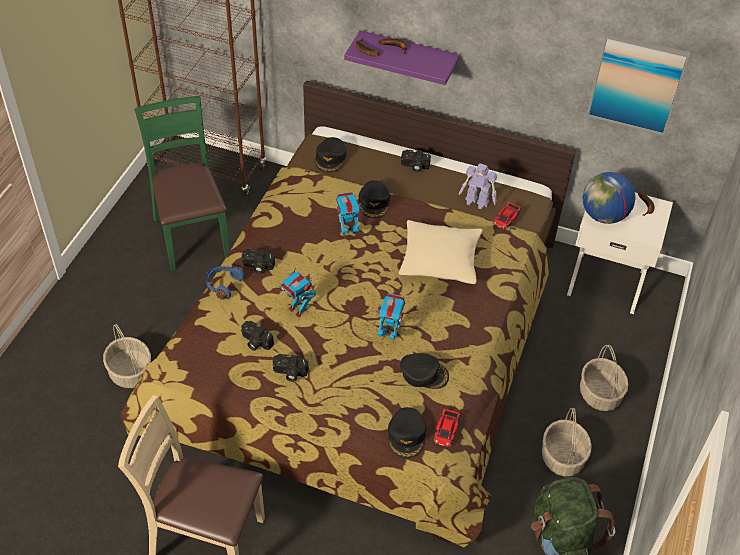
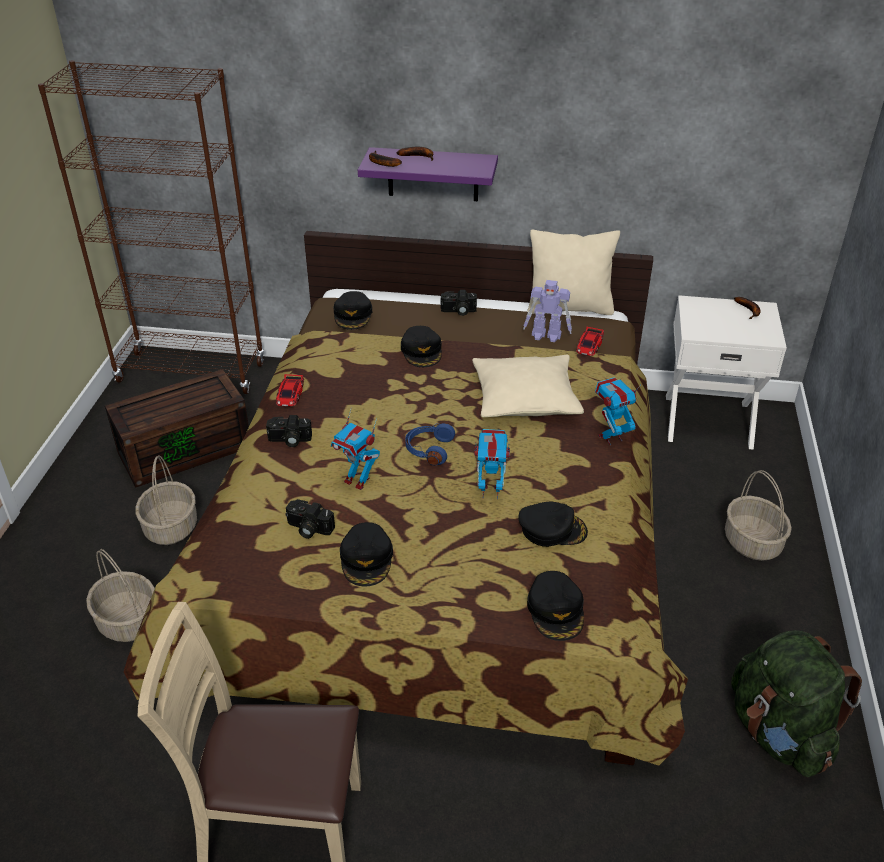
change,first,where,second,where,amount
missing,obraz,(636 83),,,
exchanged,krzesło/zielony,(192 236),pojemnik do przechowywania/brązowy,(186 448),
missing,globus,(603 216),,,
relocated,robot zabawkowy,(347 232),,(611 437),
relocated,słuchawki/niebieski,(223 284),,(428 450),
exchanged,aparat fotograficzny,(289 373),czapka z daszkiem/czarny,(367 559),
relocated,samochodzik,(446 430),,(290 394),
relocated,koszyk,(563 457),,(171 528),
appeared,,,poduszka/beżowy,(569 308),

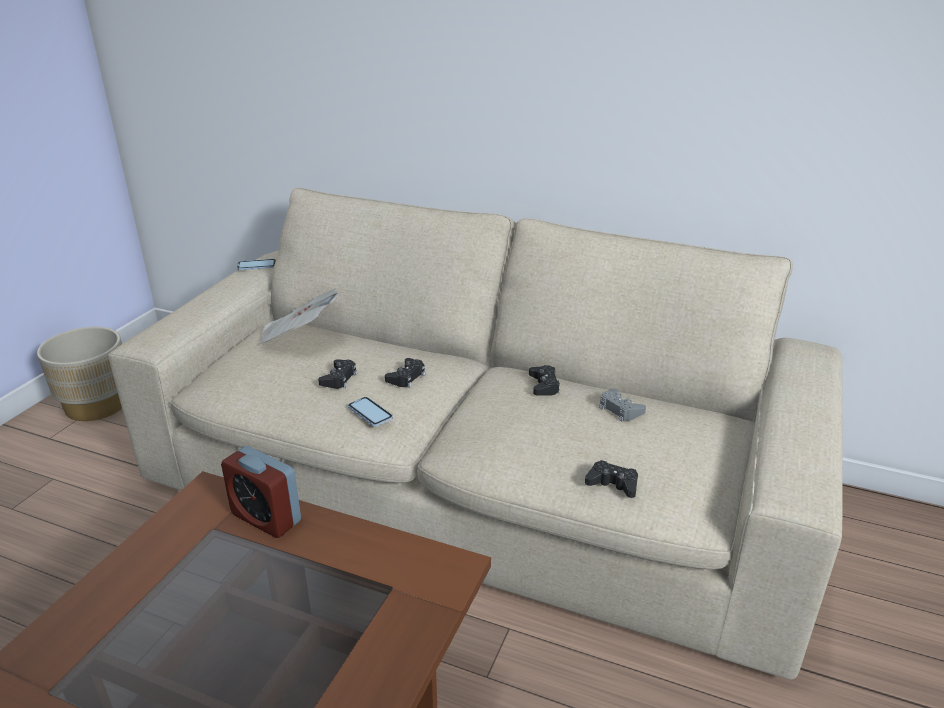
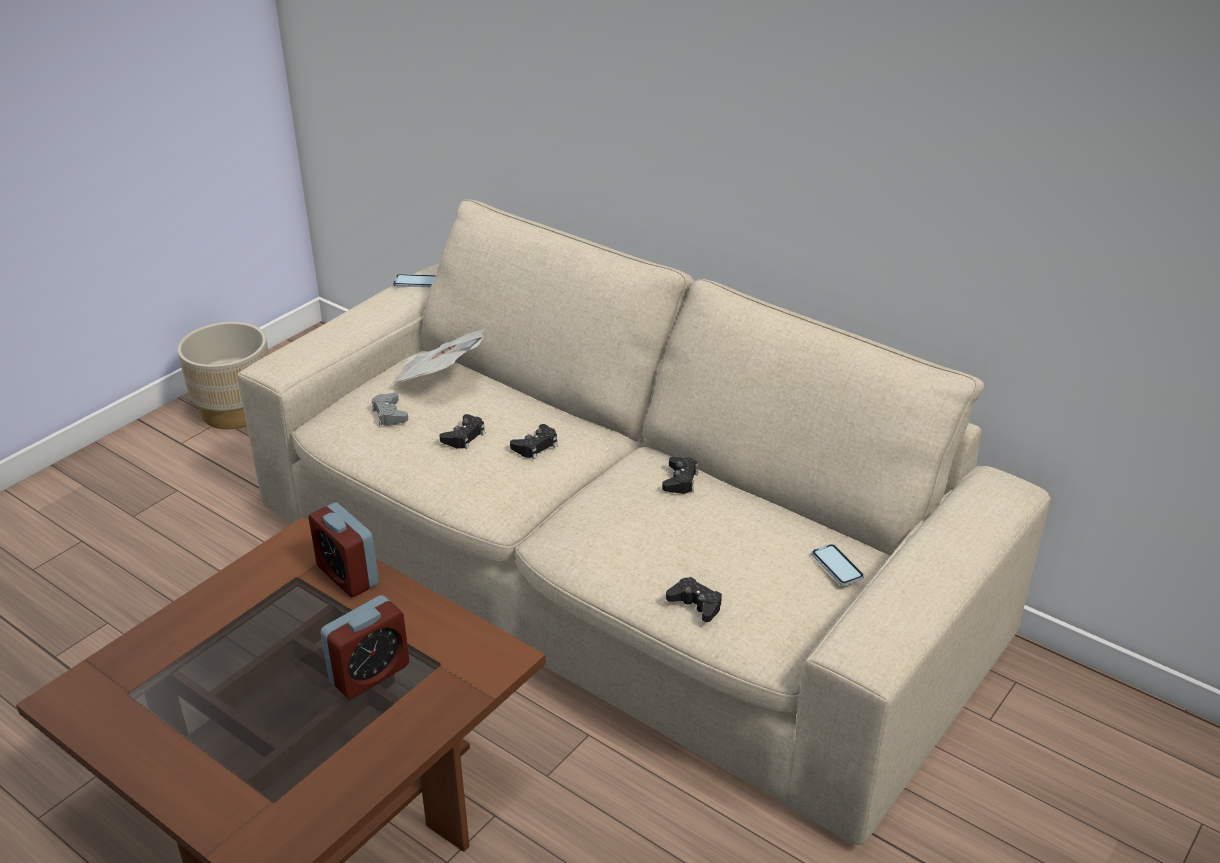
change,first,where,second,where,amount
relocated,pad do gier/szary,(620 409),,(389 414),
relocated,telefon,(370 413),,(837 566),
appeared,,,budzik,(369 673),

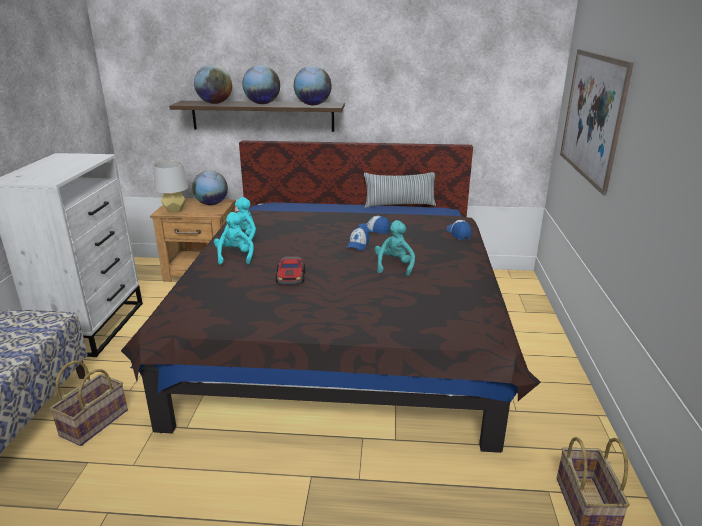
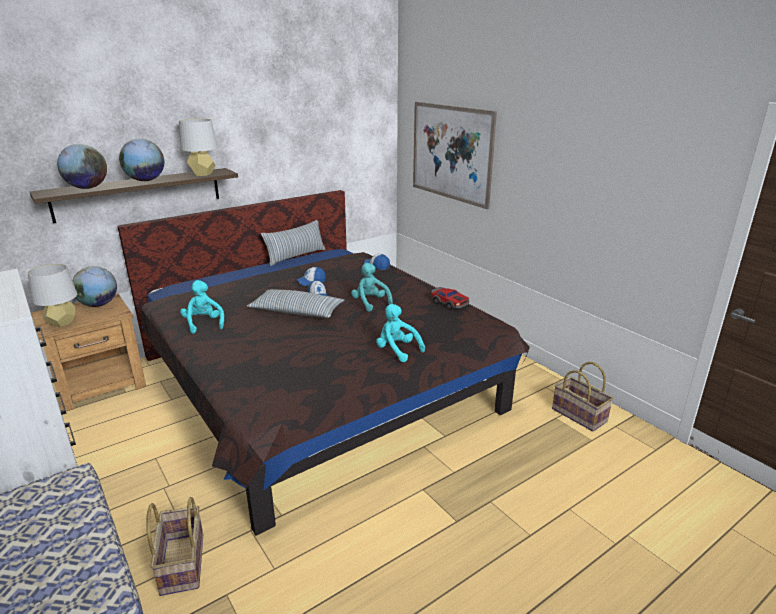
change,first,where,second,where,amount
exchanged,globus,(313 105),lampa stołowa/szary,(202 174),
relocated,pluszak/turkusowy,(235 256),,(397 350),
relocated,samochodzik,(291 277),,(449 303),
appeared,,,poduszka,(297 312),

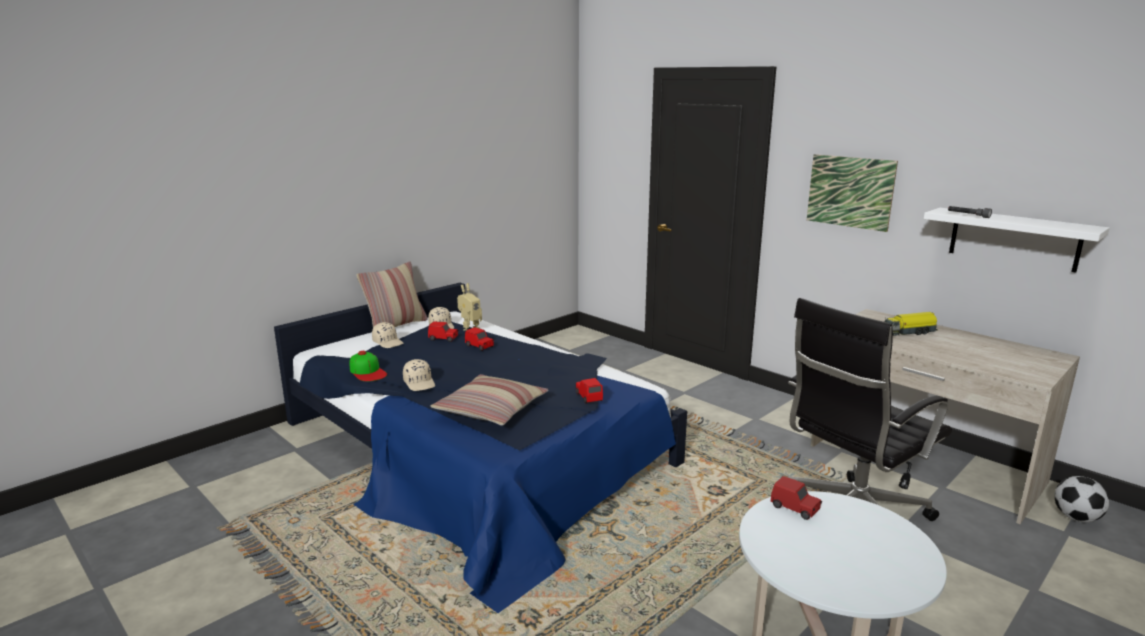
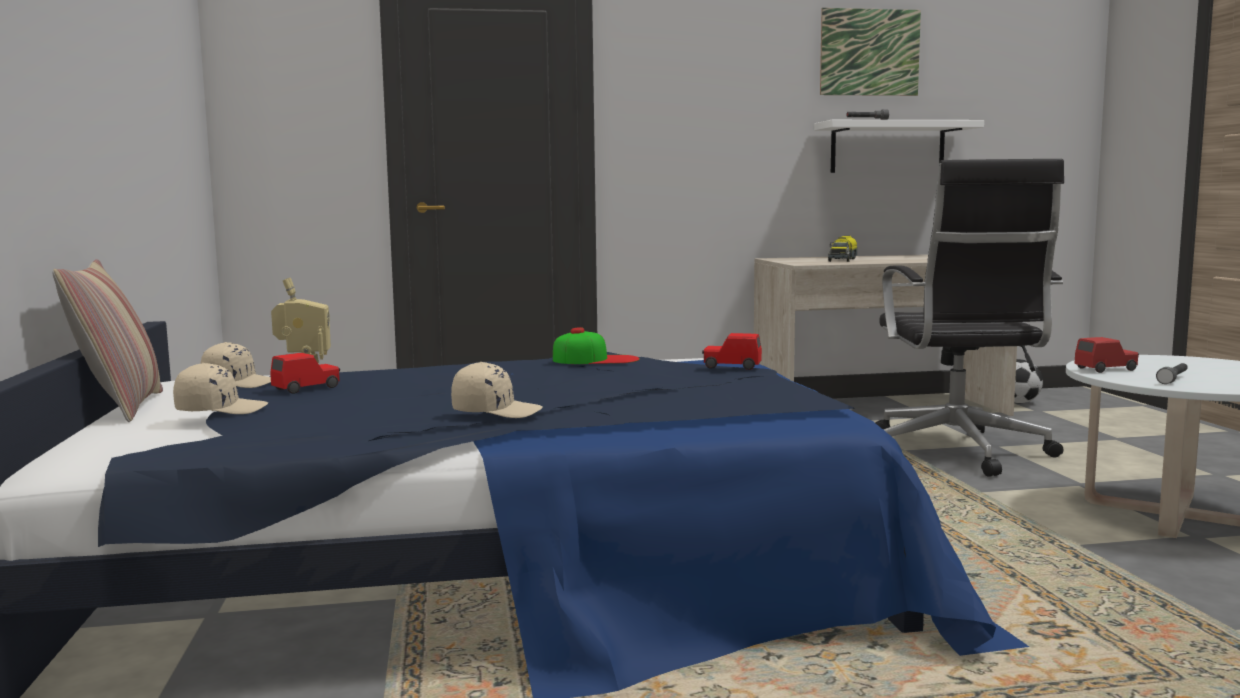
change,first,where,second,where,amount
relocated,obraz,(850 192),,(869 52),
missing,samochodzik/czerwony,(479 346),,,
relocated,czapka z daszkiem,(368 372),,(596 359),
missing,poduszka,(491 410),,,
appeared,,,latarka/szary,(1173 379),

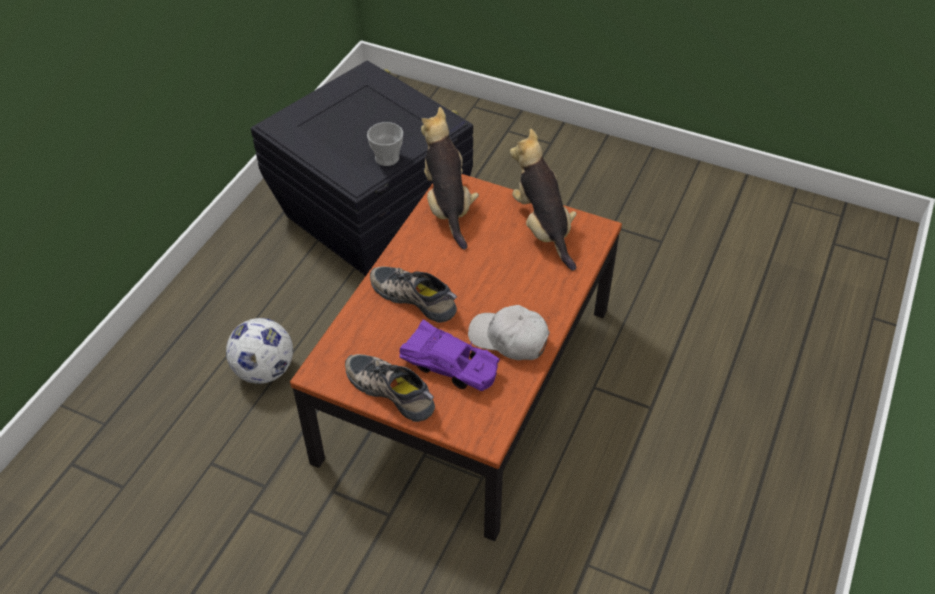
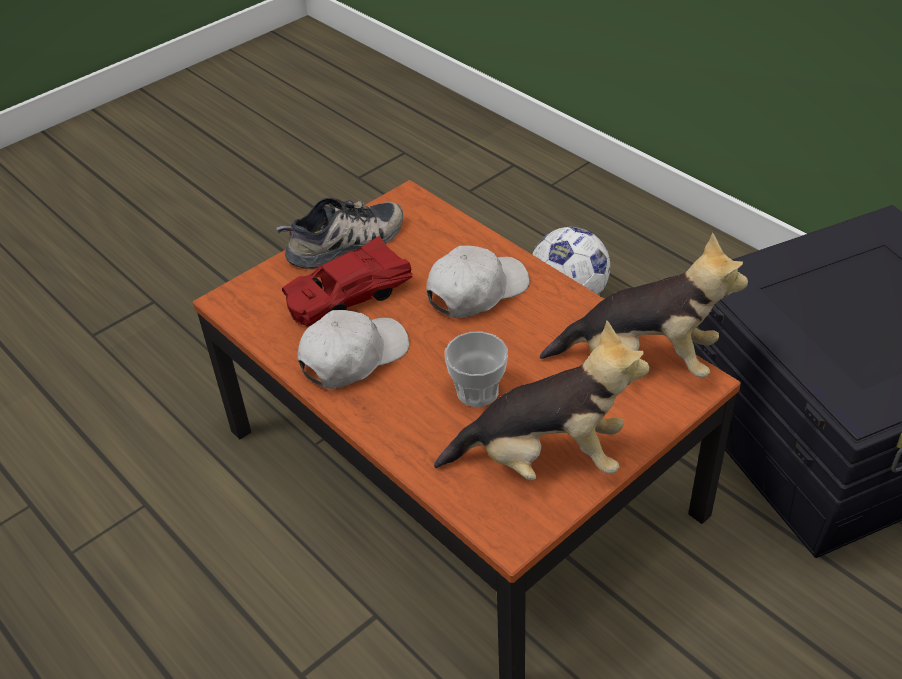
change,first,where,second,where,amount
relocated,filiżanka,(387 158),,(477 392),
exchanged,but,(415 297),czapka z daszkiem/biały,(476 291),
colour,samochodzik/fioletowy,(450 366),samochodzik/czerwony,(348 295),

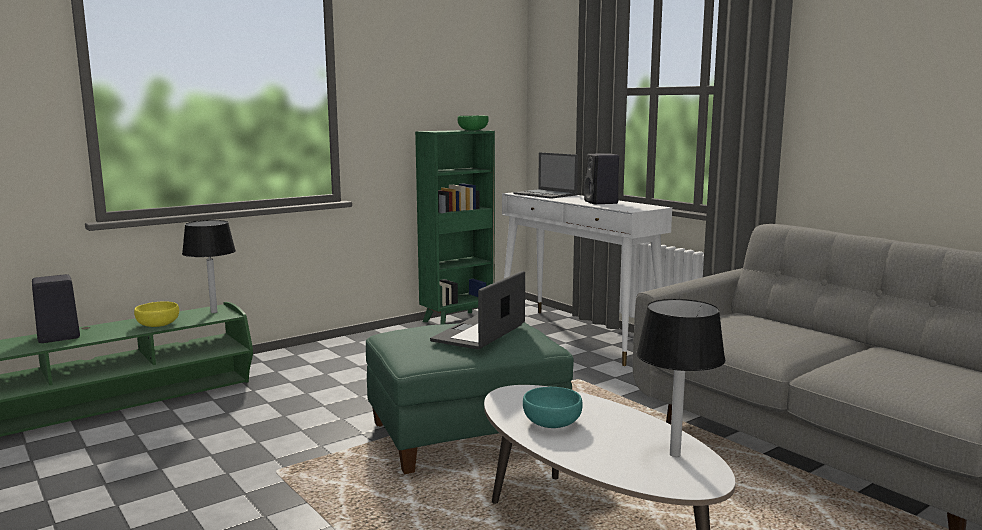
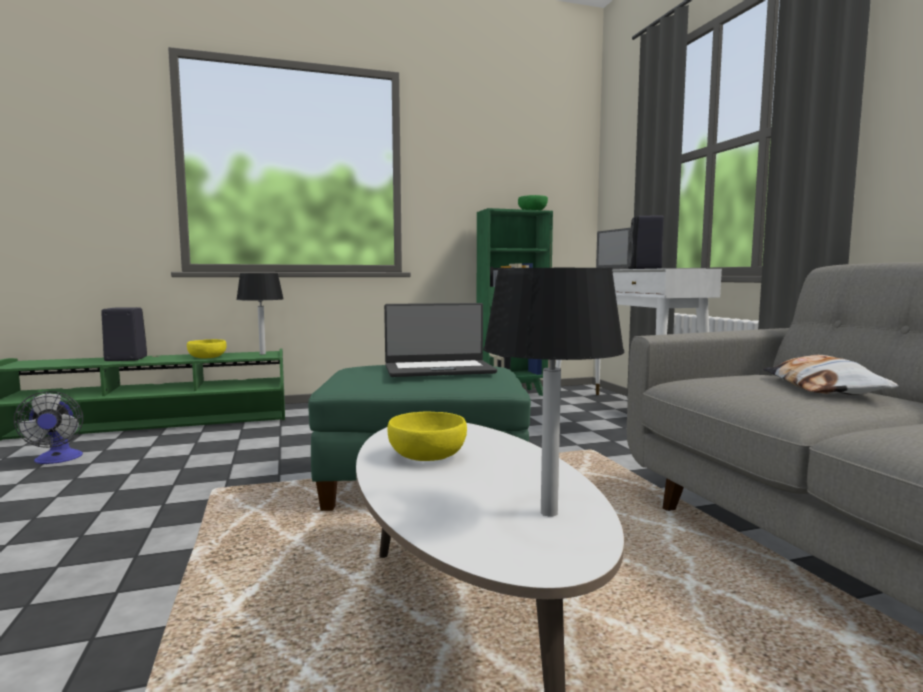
change,first,where,second,where,amount
spun,laptop,(480 333),,(438 369),150 degrees counterclockwise
colour,miska/turkusowy,(551 422),miska/żółty,(426 455),
appeared,,,poduszka,(823 388),
appeared,,,wentylator,(57 459),

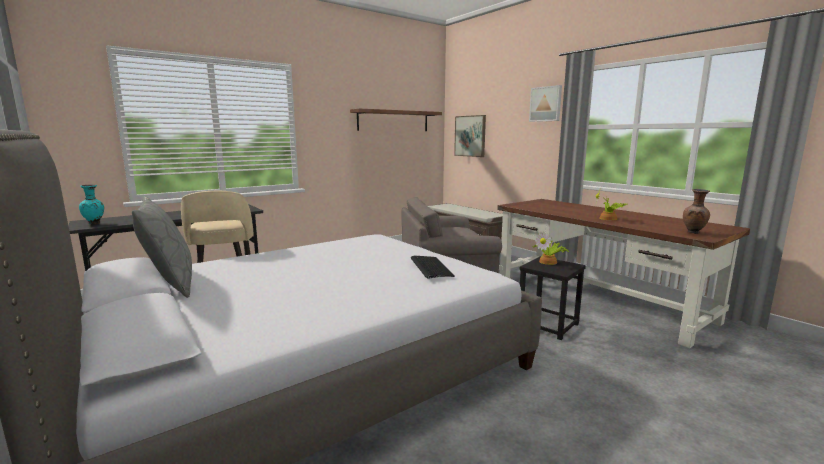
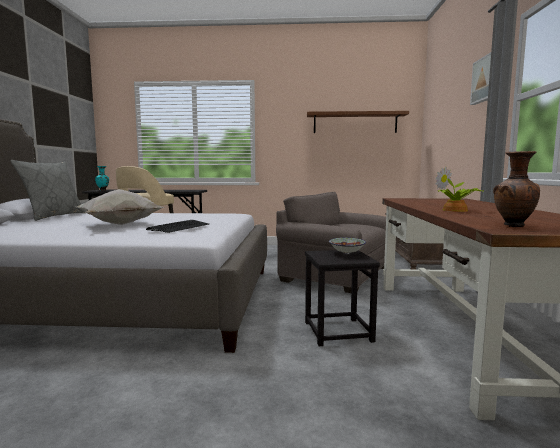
change,first,where,second,where,amount
missing,obraz,(470 136),,,
exchanged,roślina doniczkowa,(549 262),miska,(347 253),
appeared,,,poduszka/biały,(119 225),

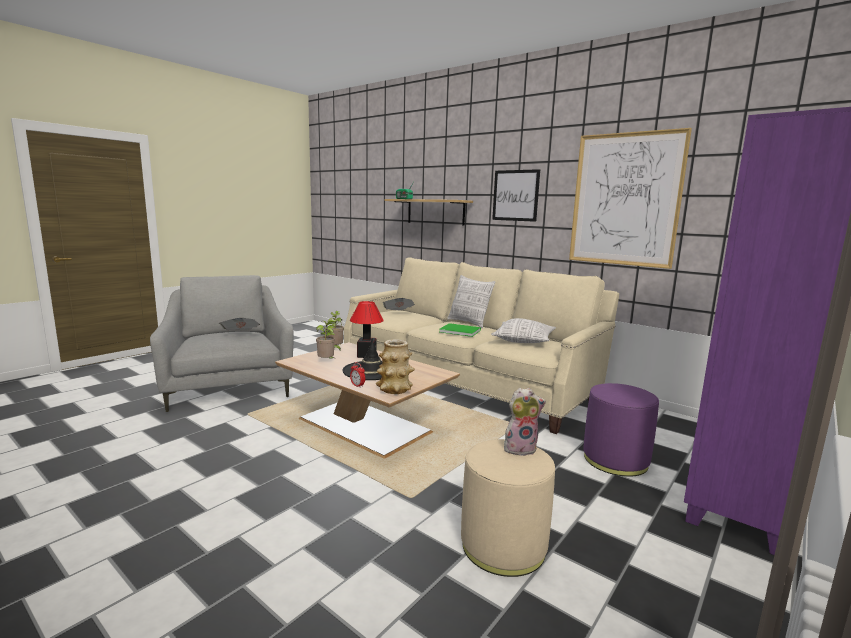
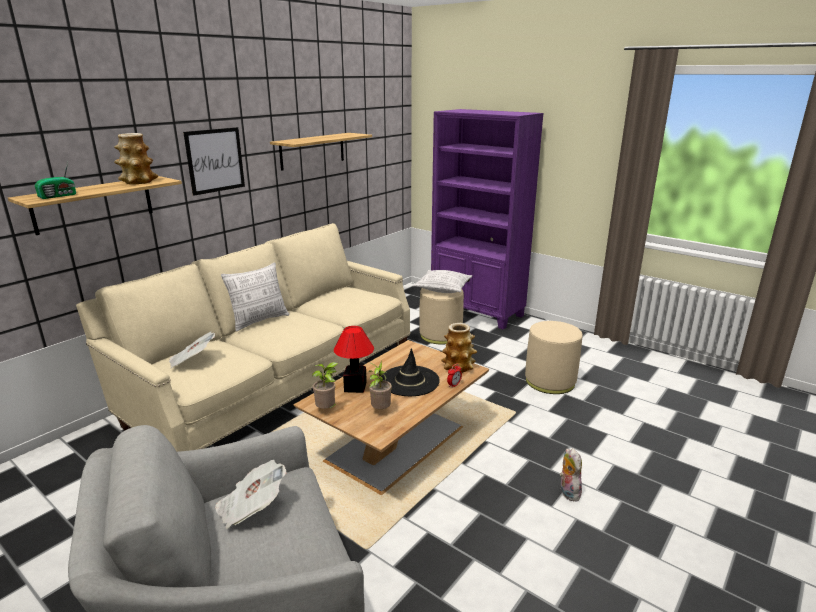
change,first,where,second,where,amount
exchanged,obraz,(625 200),półka,(312 151),
relocated,poduszka,(523 341),,(443 289),
missing,książka/zielony,(459 331),,,
colour,pufa/fioletowy,(615 460),pufa/beżowy,(440 335),
relocated,pluszak,(520 448),,(567 492),
appeared,,,wazon,(138 182),

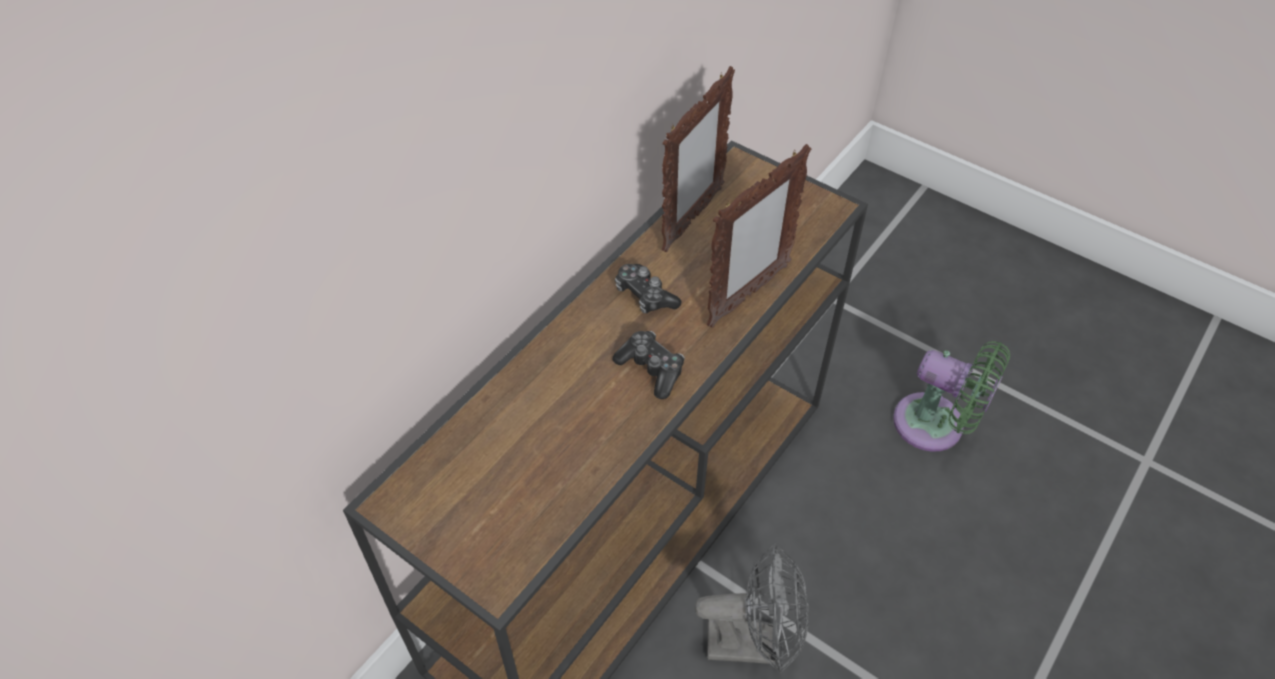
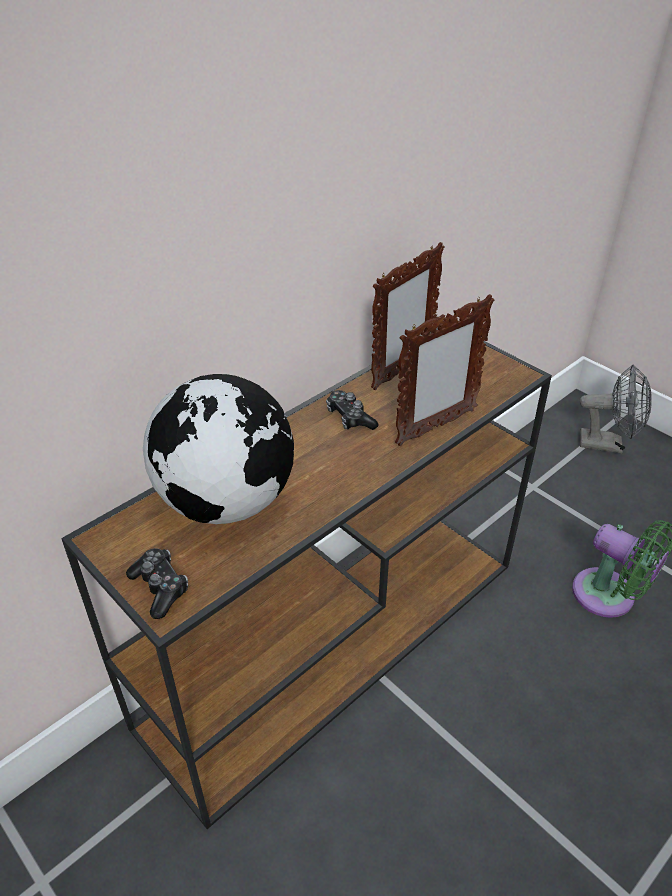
change,first,where,second,where,amount
relocated,pad do gier,(651 369),,(160 588),
relocated,wentylator/szary,(753 643),,(608 444),
appeared,,,globus,(227 502),

